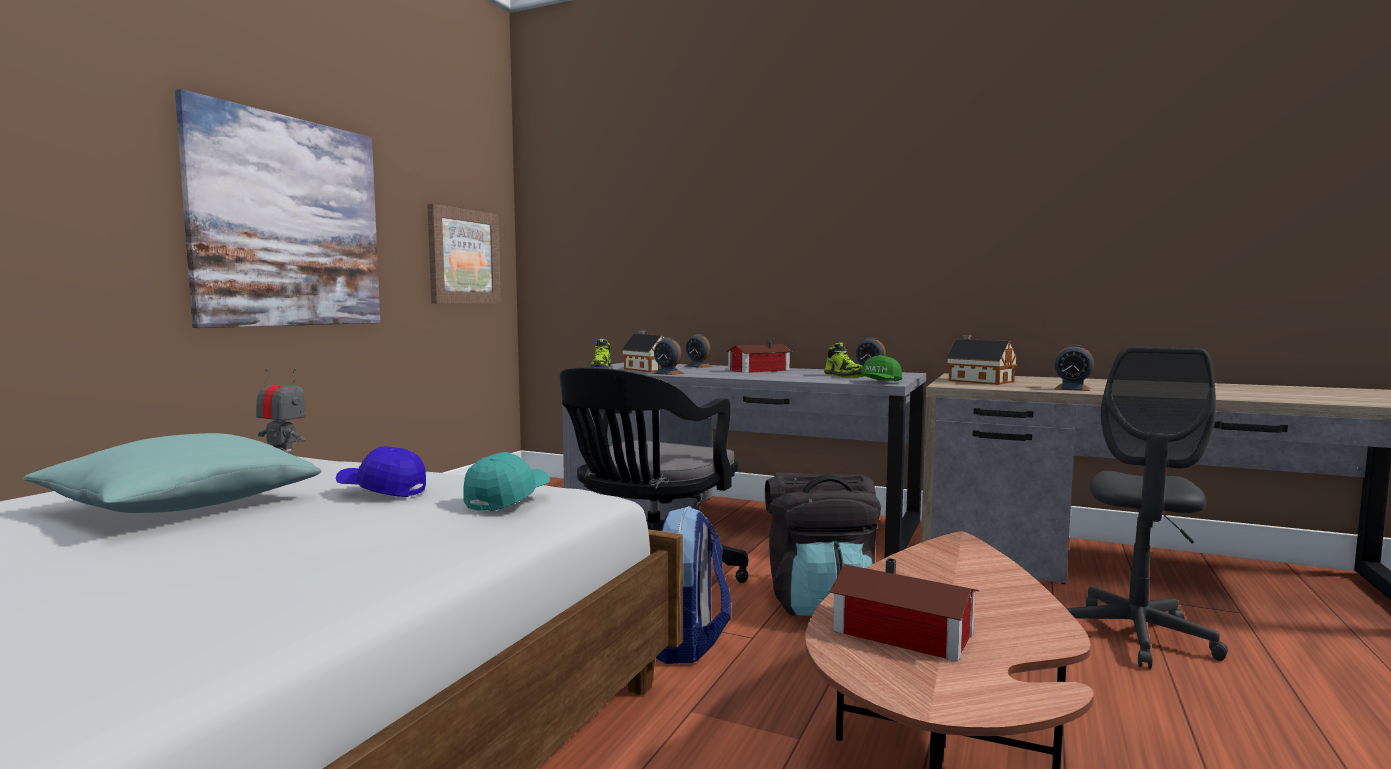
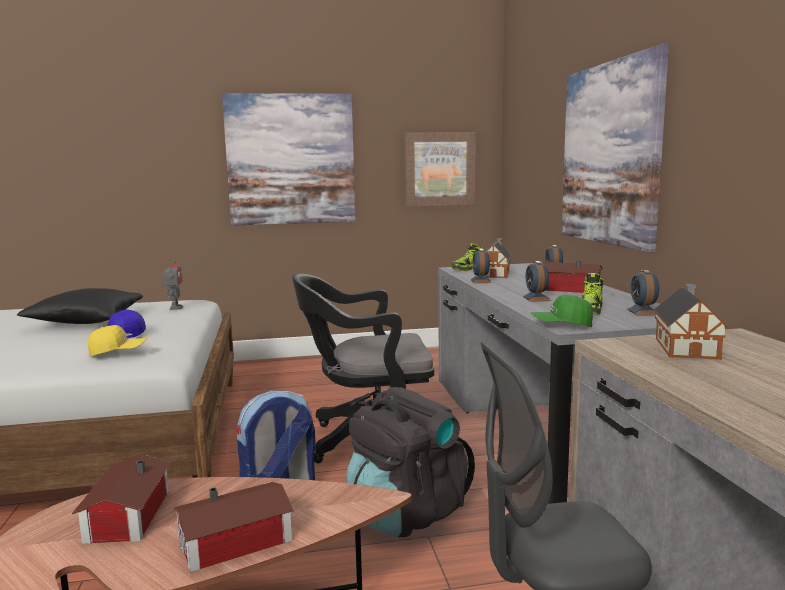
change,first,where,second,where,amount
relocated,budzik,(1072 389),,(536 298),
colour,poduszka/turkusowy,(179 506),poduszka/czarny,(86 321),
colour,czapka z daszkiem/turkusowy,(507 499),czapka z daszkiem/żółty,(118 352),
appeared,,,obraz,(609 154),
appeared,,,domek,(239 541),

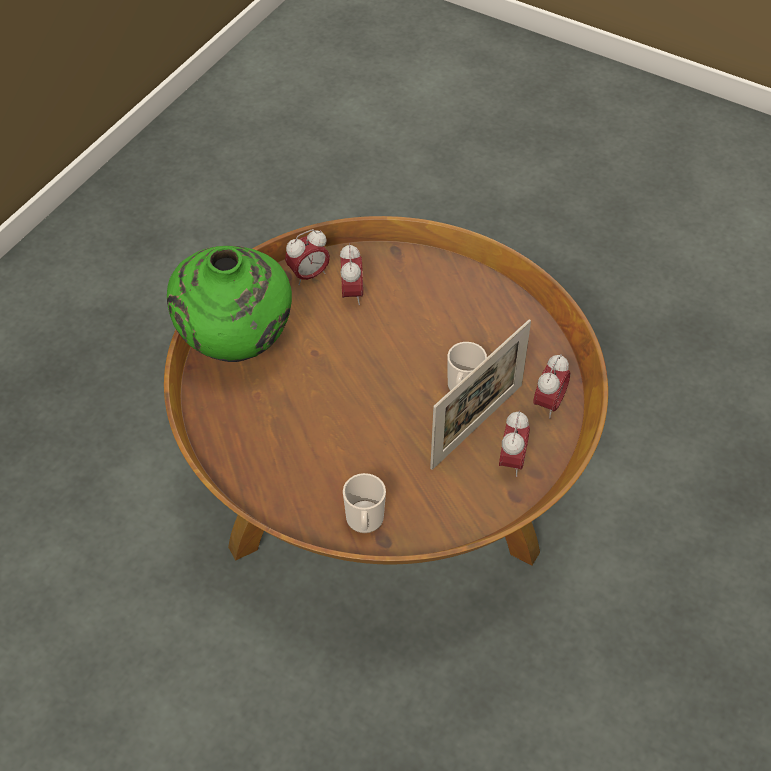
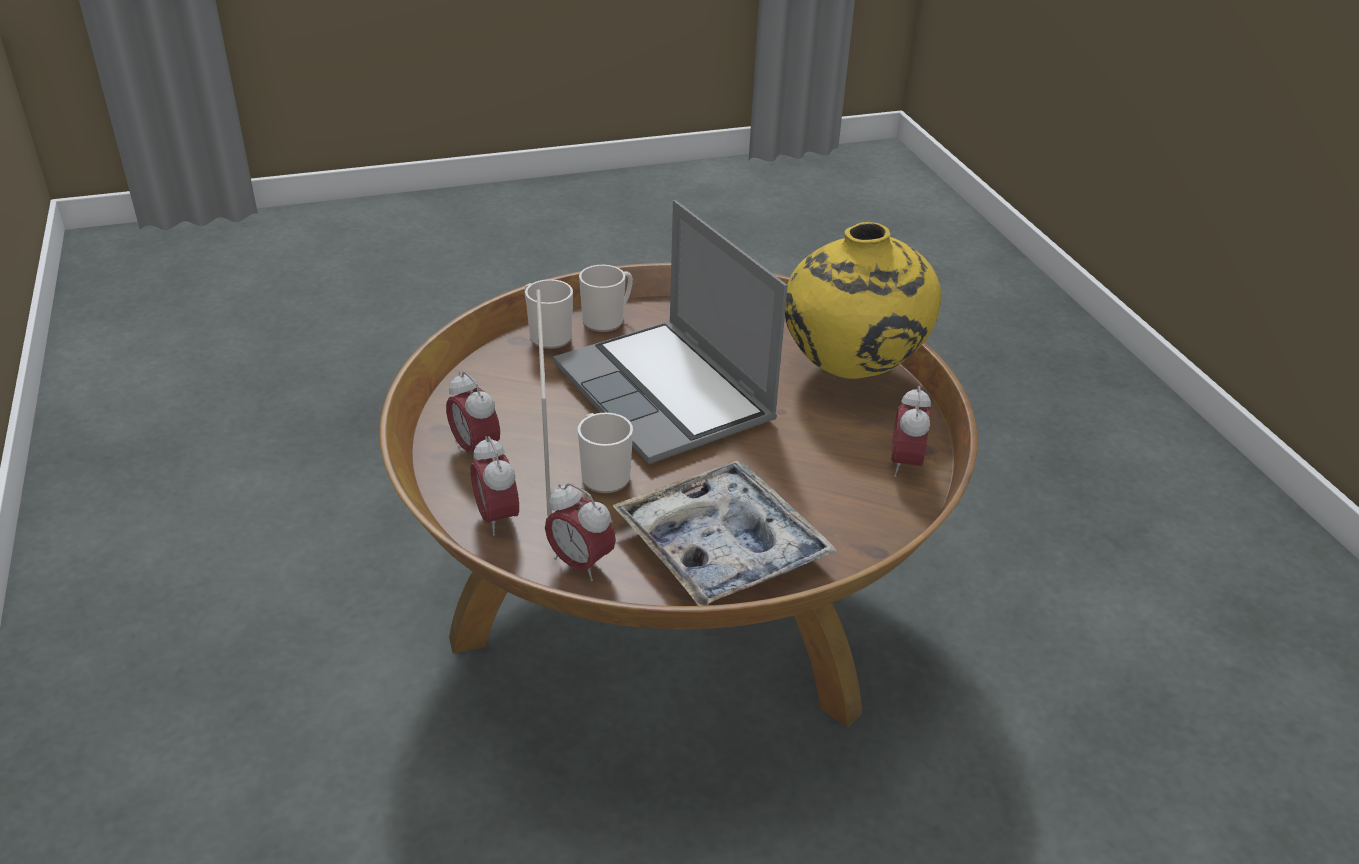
change,first,where,second,where,amount
relocated,budzik,(352 294),,(580 564),
colour,wazon/zielony,(237 344),wazon/żółty,(851 374),
appeared,,,laptop,(667 395),
appeared,,,kubek,(607 320),
appeared,,,taca,(721 547),

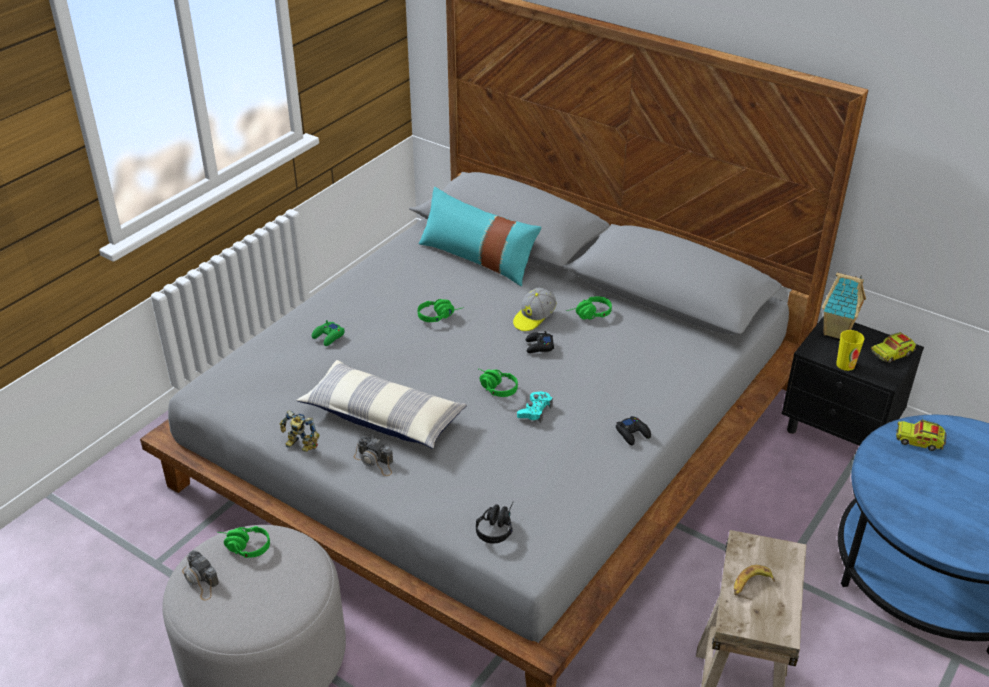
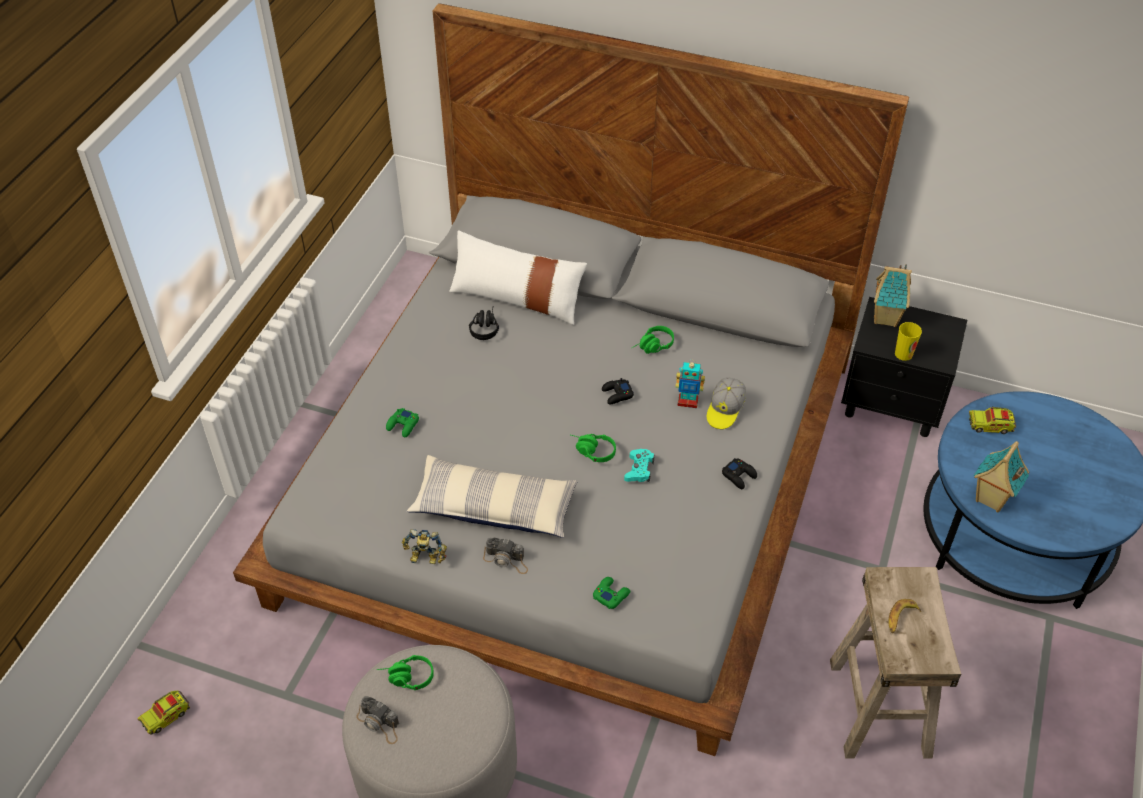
change,first,where,second,where,amount
colour,poduszka/turkusowy,(477 258),poduszka/biały,(517 298),
relocated,czapka z daszkiem,(534 318),,(725 410),
missing,słuchawki/zielony,(440 315),,,
relocated,ciężarówka zabawkowa,(892 354),,(166 716),
relocated,słuchawki/czarny,(496 526),,(485 327),
appeared,,,robot zabawkowy,(688 401),
appeared,,,domek,(990 499),
appeared,,,pad do gier/zielony,(611 594),

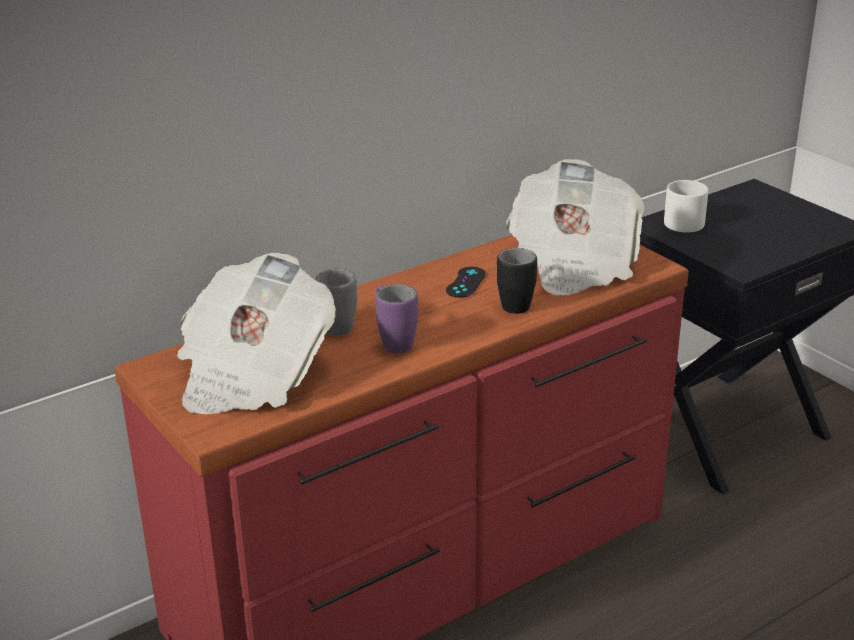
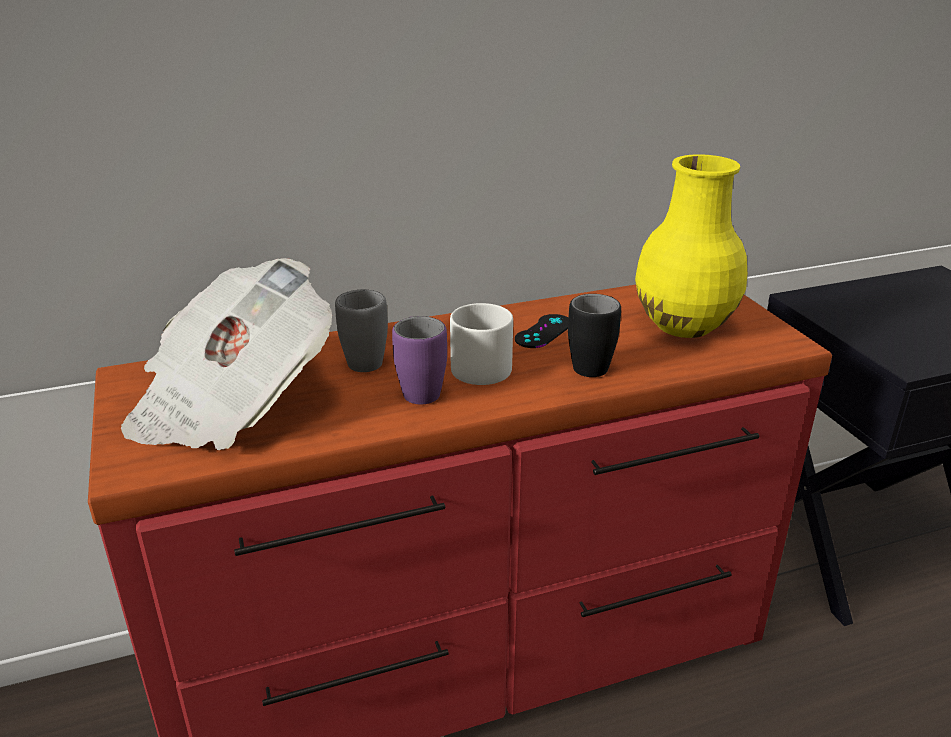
change,first,where,second,where,amount
exchanged,gazeta,(573 262),wazon/żółty,(684 326),
relocated,kubek/biały,(680 221),,(481 364),

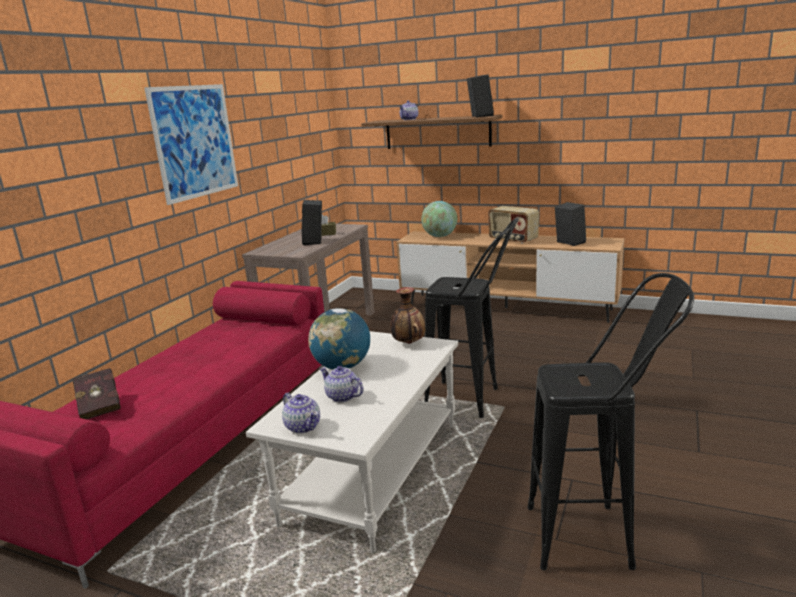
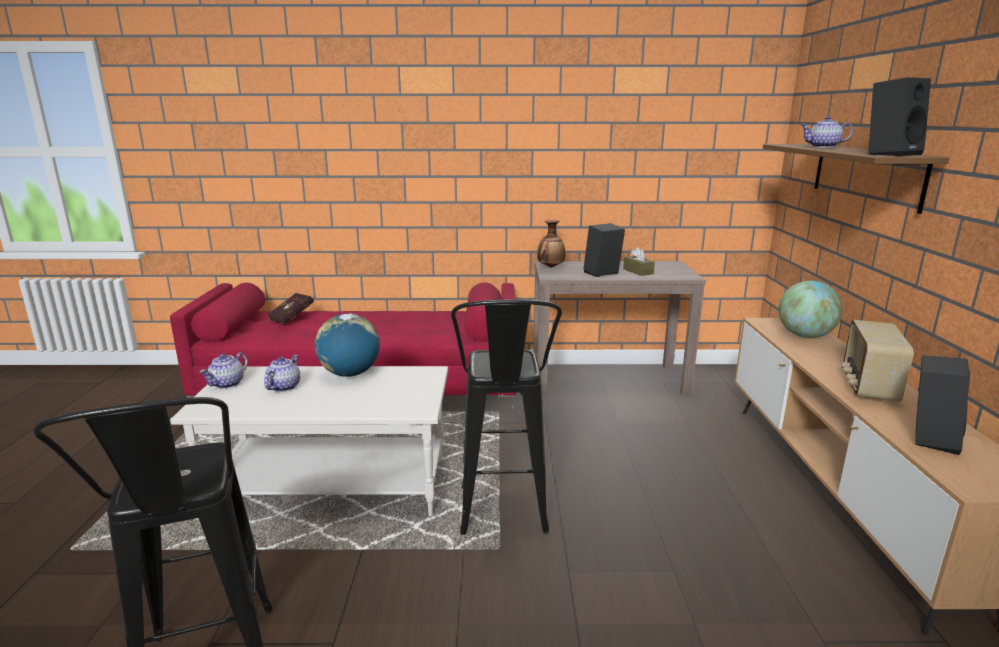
change,first,where,second,where,amount
missing,obraz,(195 141),,,
relocated,wazon,(408 343),,(550 267),

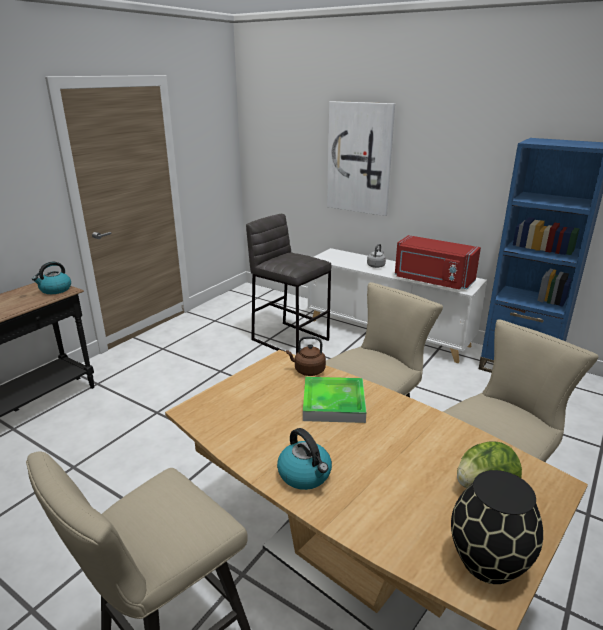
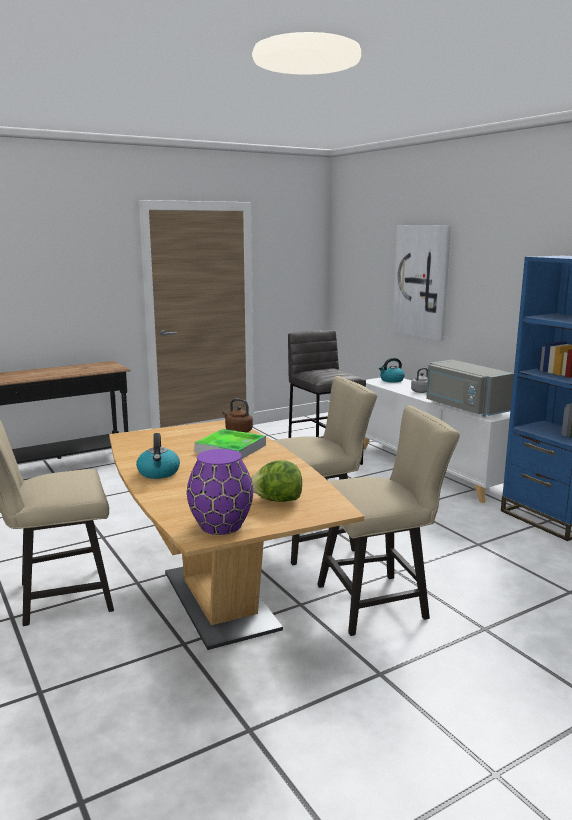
change,first,where,second,where,amount
colour,mikrofalówka/czerwony,(432 281),mikrofalówka/szary,(464 407),
relocated,czajnik,(55 290),,(391 380),
colour,wazon/czarny,(489 561),wazon/fioletowy,(222 526),

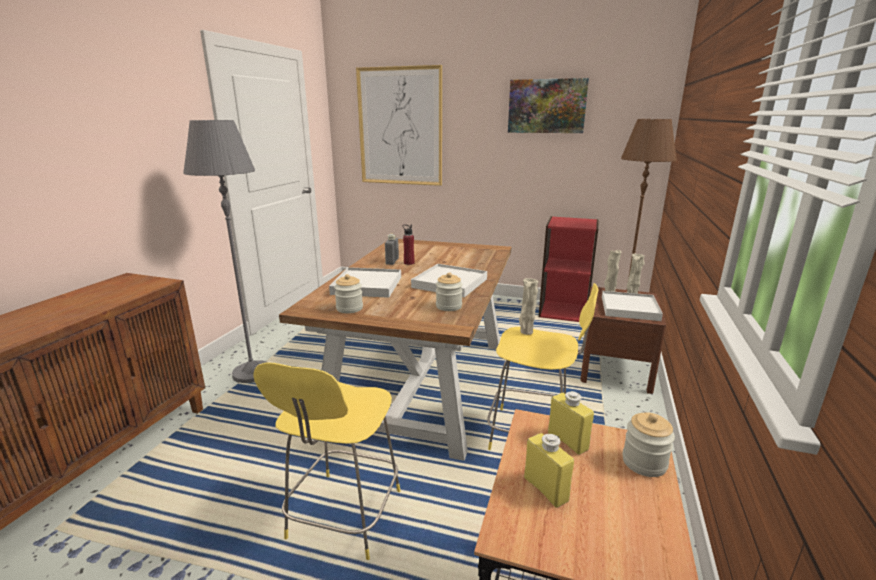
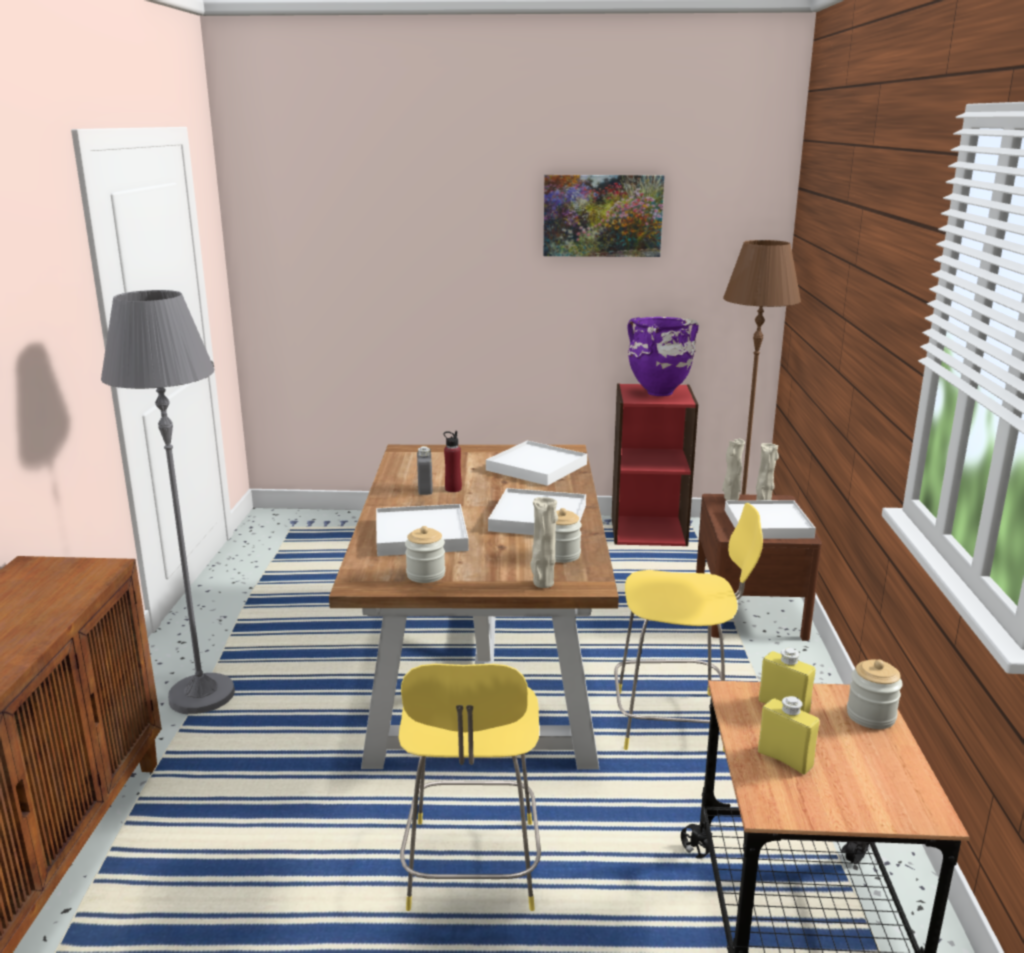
change,first,where,second,where,amount
missing,obraz,(400 127),,,
relocated,wazon/beżowy,(526 332),,(543 584),
appeared,,,wazon/fioletowy,(658 394),
appeared,,,taca/biały,(536 467),

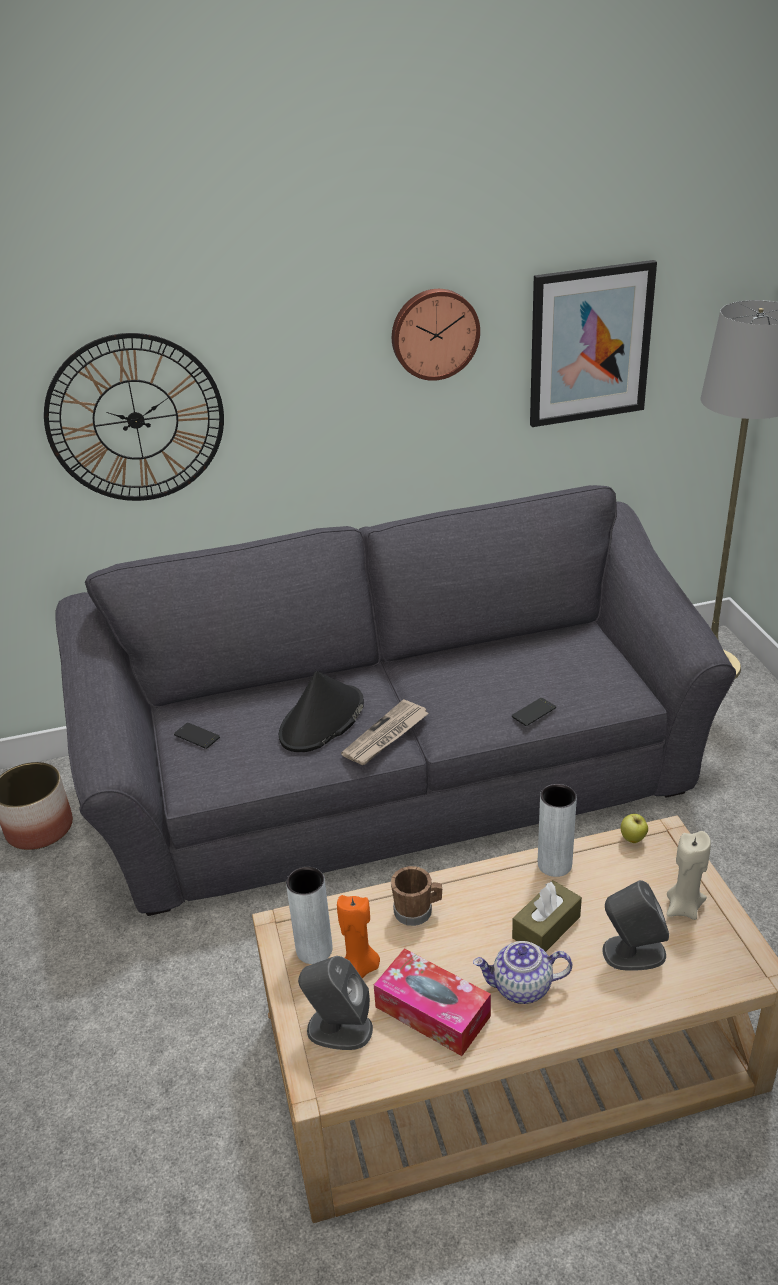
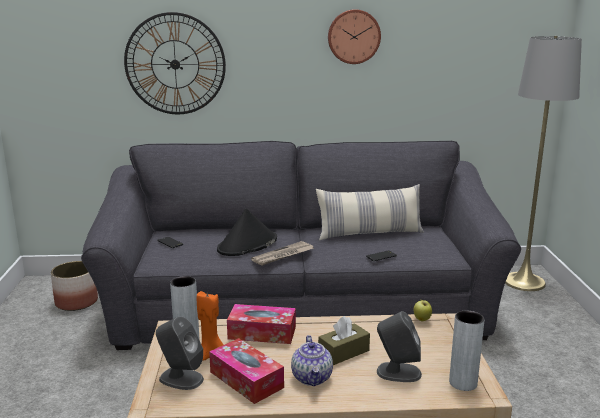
change,first,where,second,where,amount
missing,obraz,(589 344),,,
relocated,wazon/szary,(554 864),,(463 383),
missing,świeca/beżowy,(683 908),,,
exchanged,kubek/brązowy,(417 911),pudełko chusteczek,(262 333),
spun,imbryk,(521 987),,(312 378),105 degrees counterclockwise
appeared,,,poduszka,(369 234),

